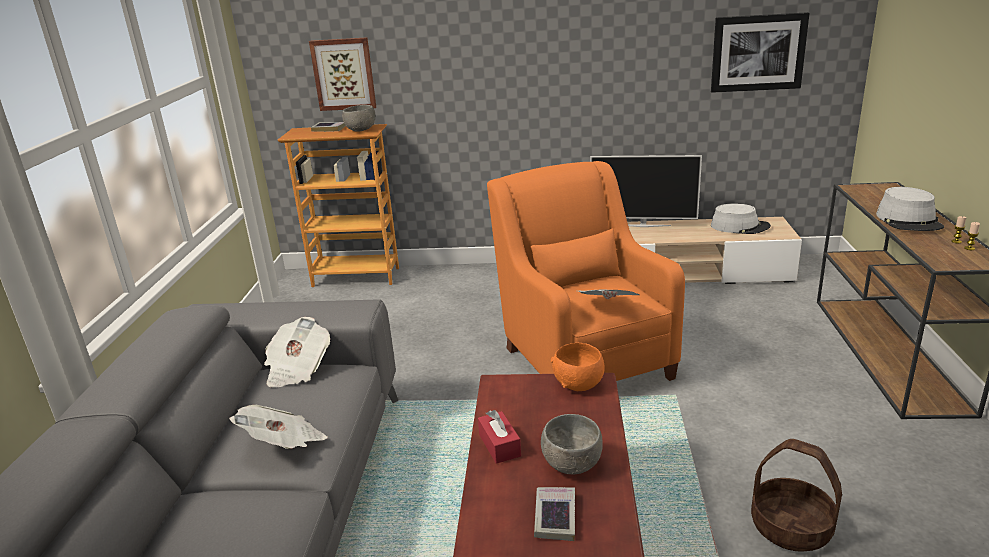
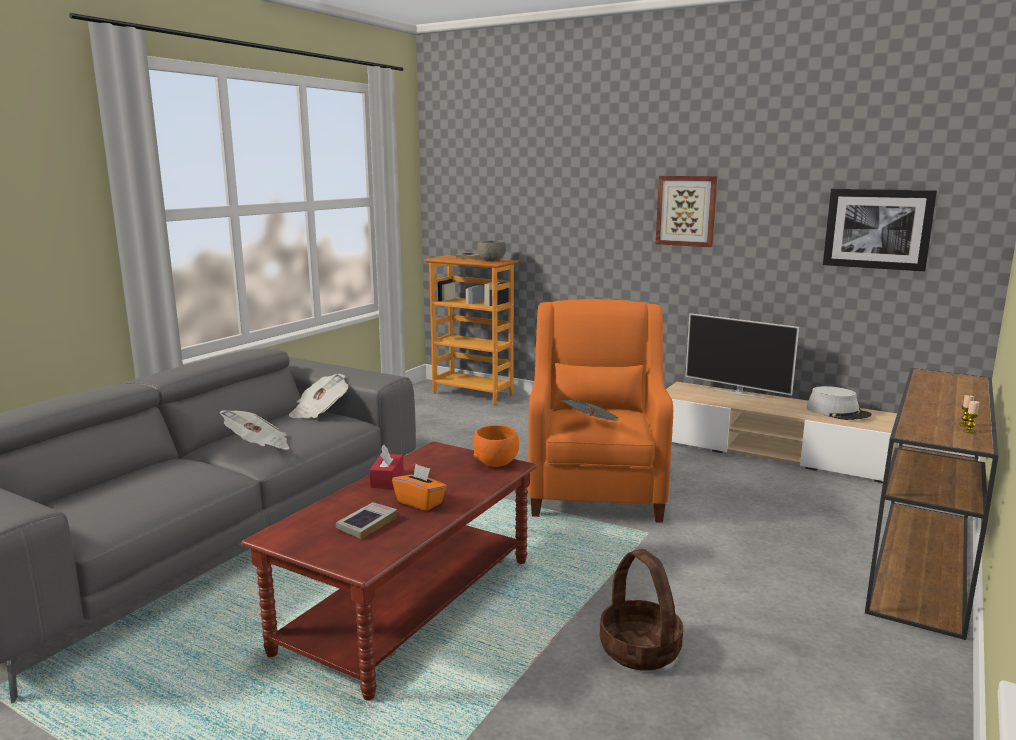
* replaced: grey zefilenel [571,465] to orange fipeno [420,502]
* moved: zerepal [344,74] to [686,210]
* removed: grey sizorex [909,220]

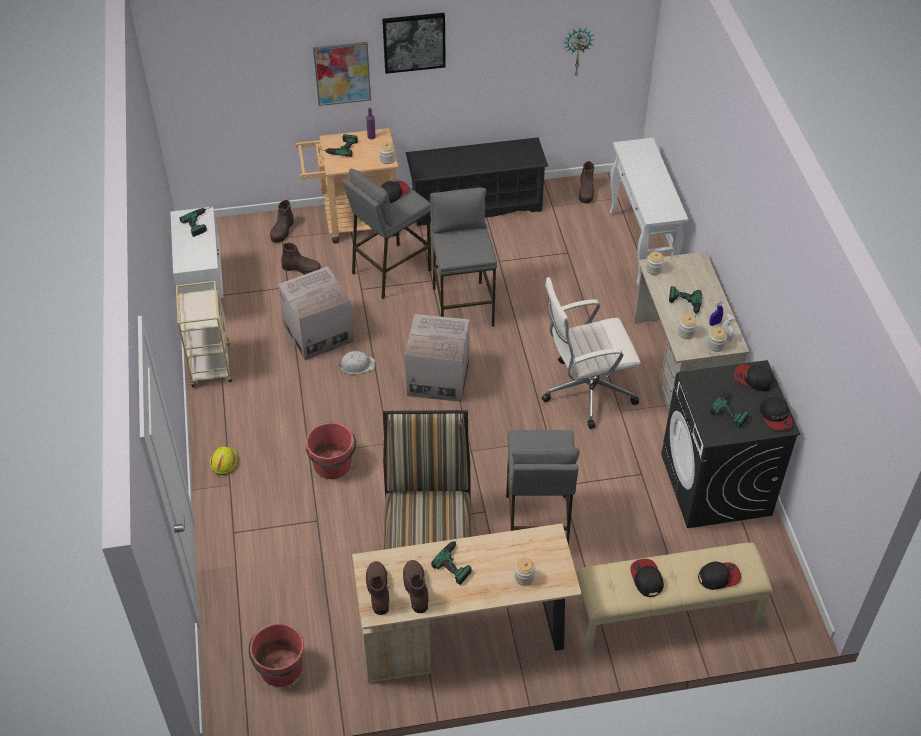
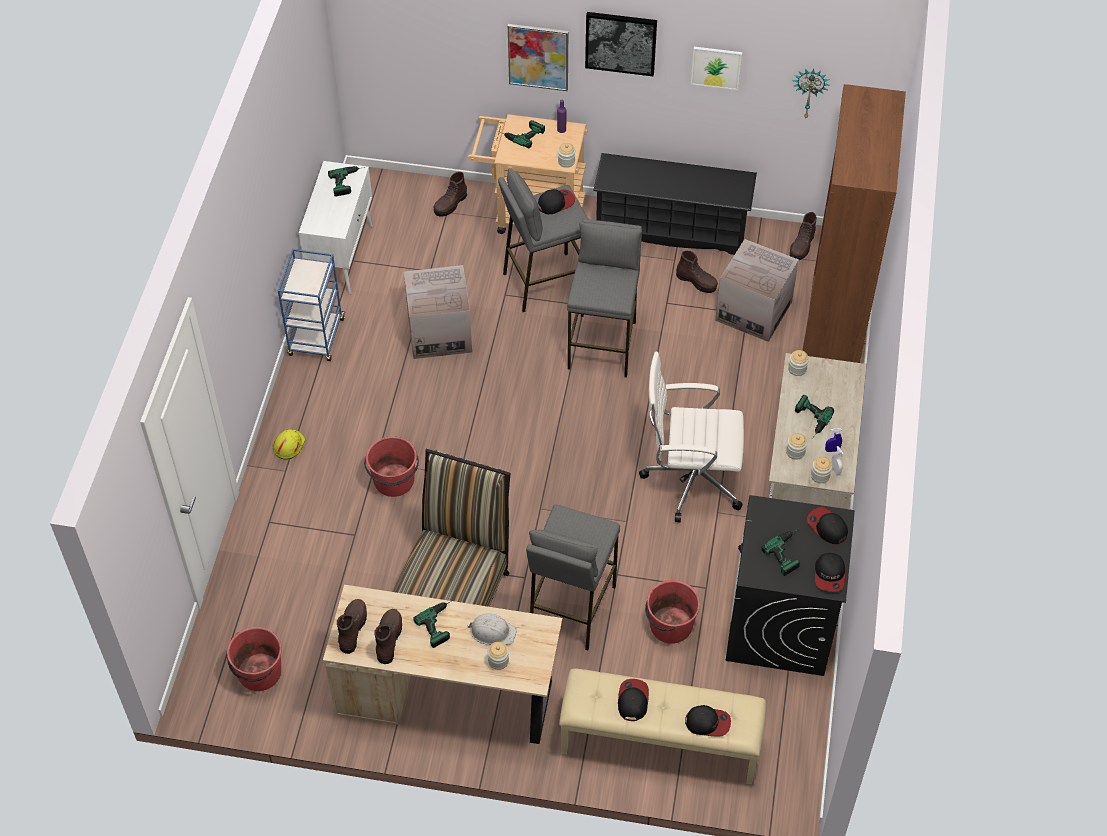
* recoloured: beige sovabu [211,366] to blue sovabu [316,338]
* moved: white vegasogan [357,365] to [492,631]
* added: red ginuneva [670,625]
* moved: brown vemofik [302,269] to [696,282]
* added: zerepal [716,67]
* moved: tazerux [438,378] to [753,311]
* replaced: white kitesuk [641,247] to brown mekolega [832,329]

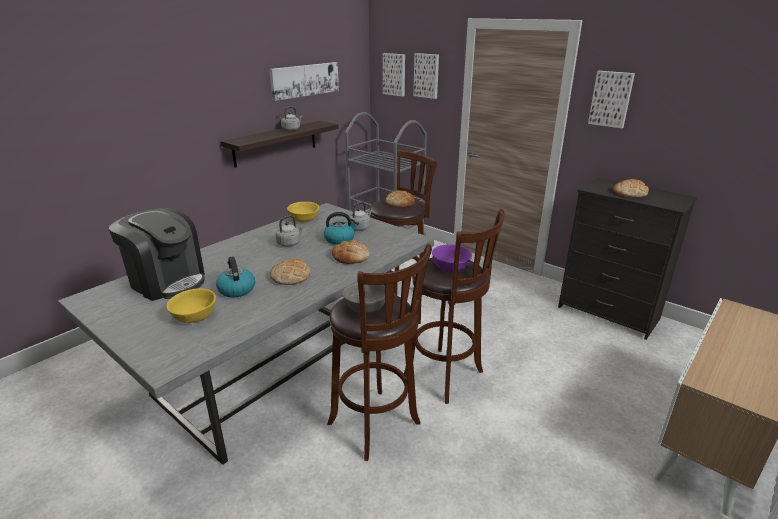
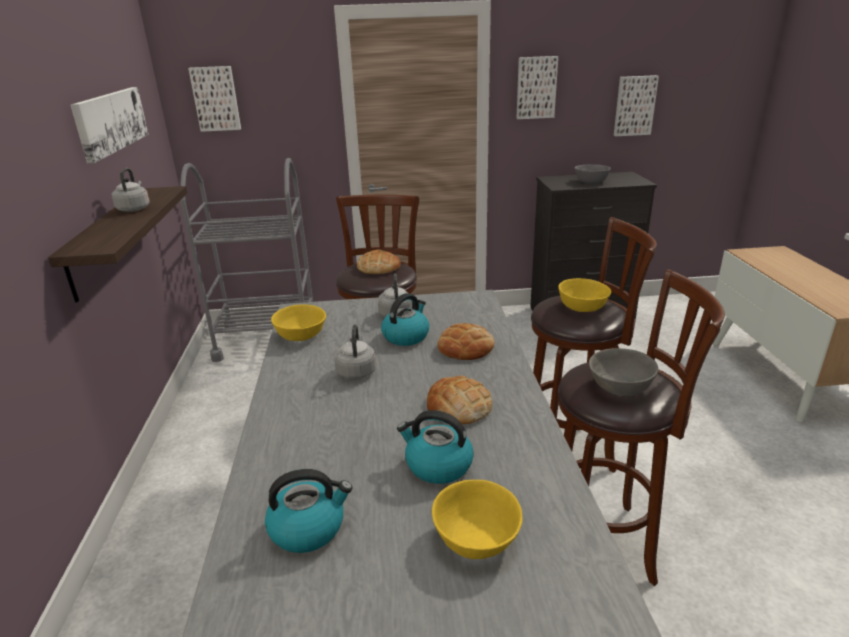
* replaced: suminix [167,281] to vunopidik [308,528]
* recoloured: purple zefilenel [451,267] to yellow zefilenel [582,307]
* replaced: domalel [629,193] to grey zefilenel [590,181]
* moved: zerepal [427,75] to [634,105]

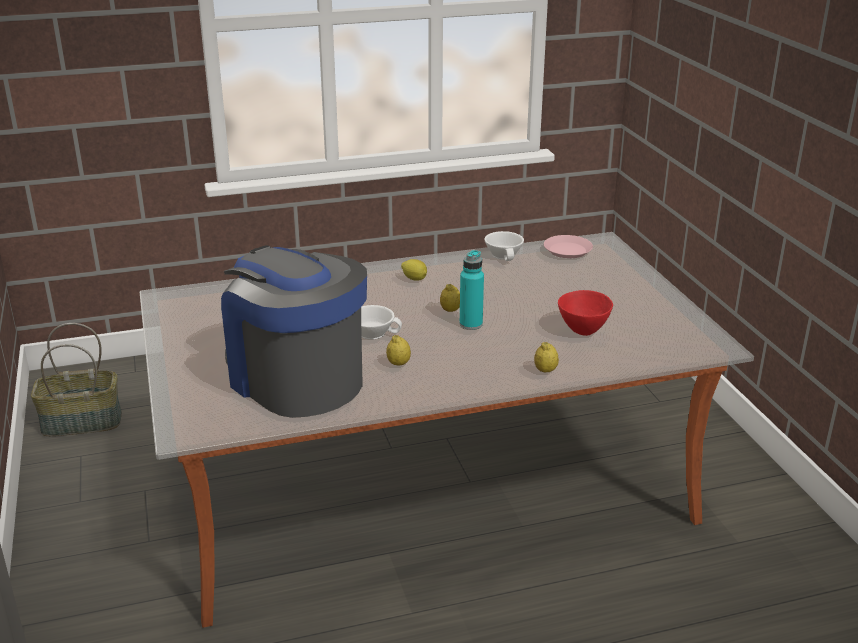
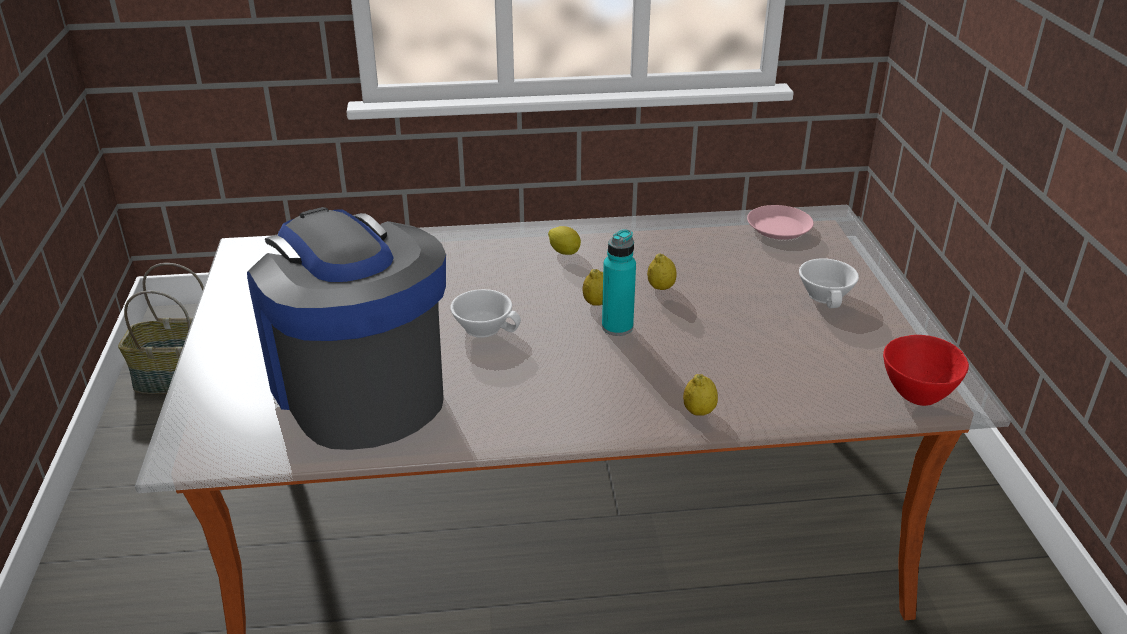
* moved: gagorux [398,363] to [661,288]
* moved: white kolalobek [505,255] to [827,295]
* moved: red zefilenel [582,330] to [916,394]

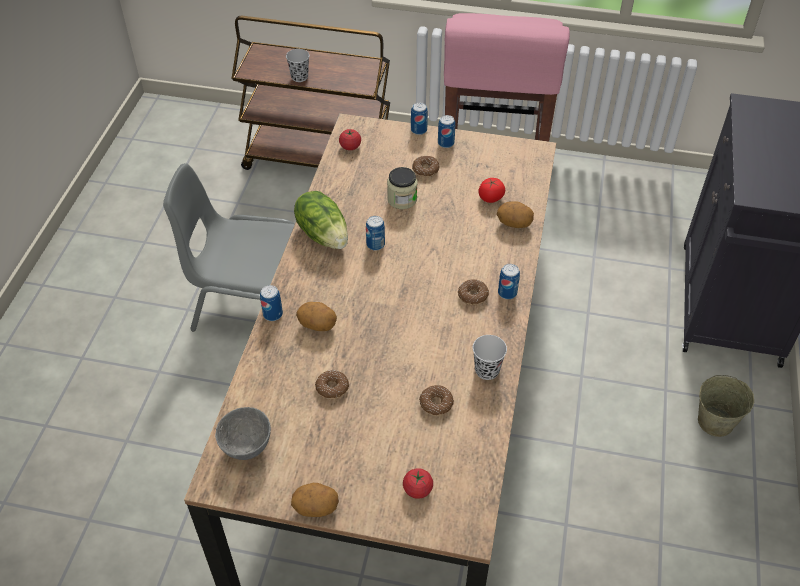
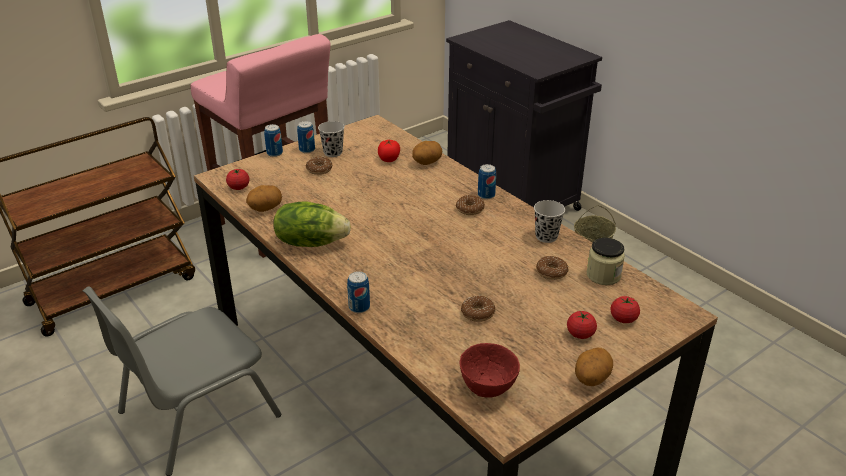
* moved: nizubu [317,325] to [265,209]
* moved: black kolalobek [299,77] to [333,152]
* recoloured: grey zefilenel [248,448] to red zefilenel [488,389]
* added: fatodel [580,334]
* moved: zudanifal [402,199] to [603,275]
* removed: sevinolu [375,244]

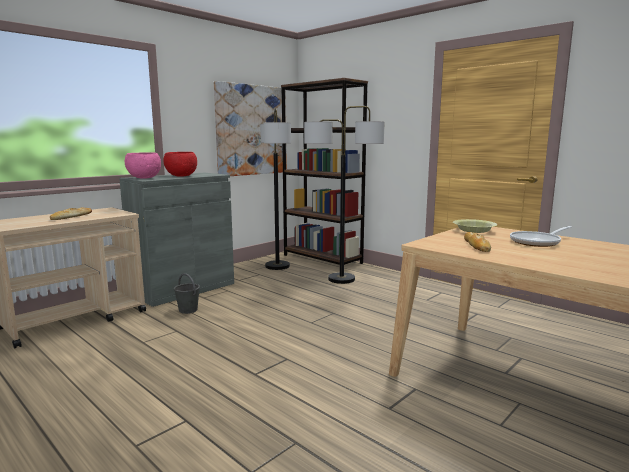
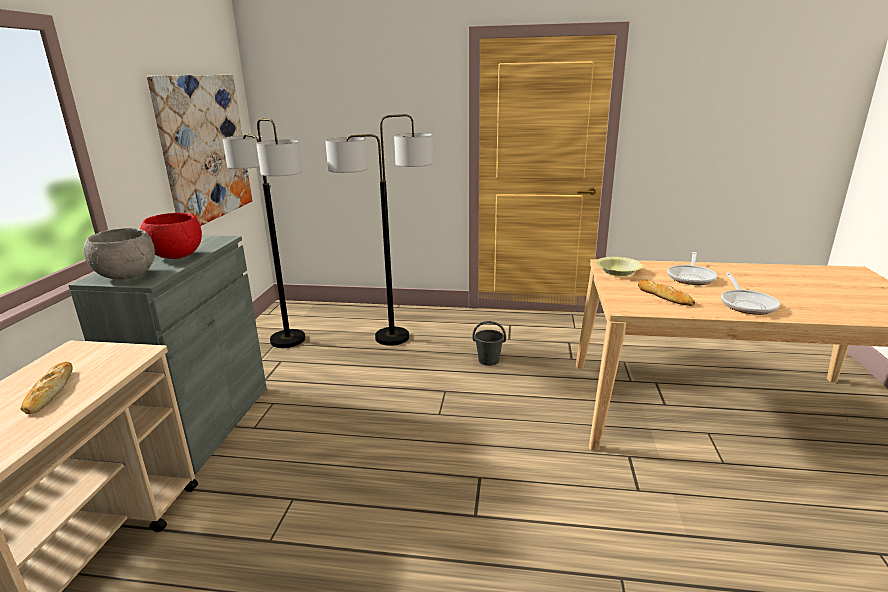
* recoloured: pink zefilenel [143,178] to grey zefilenel [126,277]
* moved: grey ginuneva [188,310] to [489,360]
* added: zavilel [746,304]
* removed: brown mekolega [322,259]

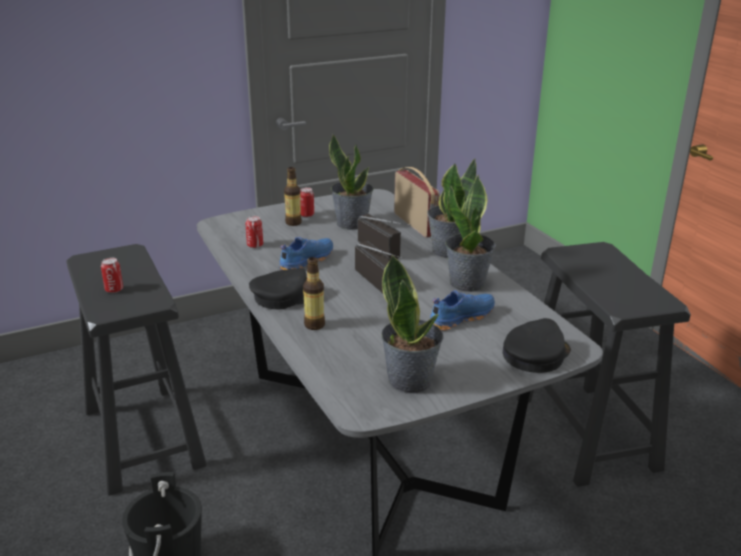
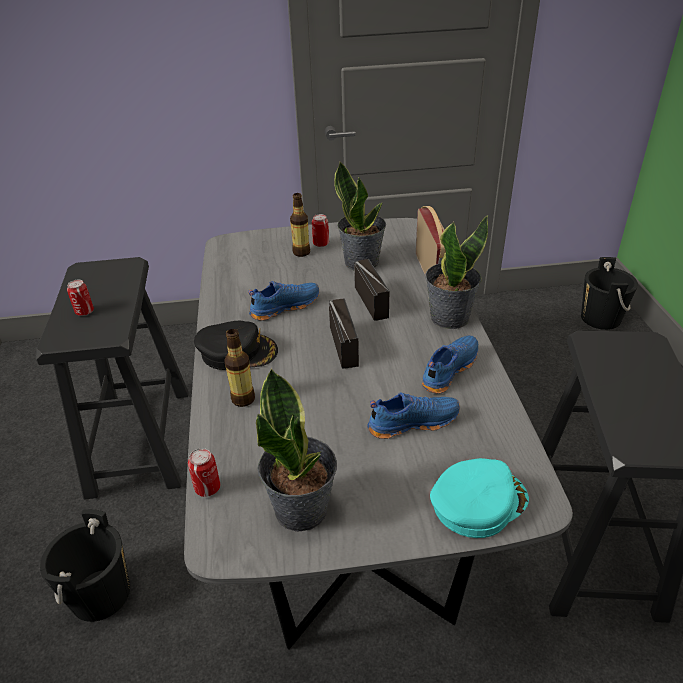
* moved: sevinolu [255,245] to [207,488]
* replaced: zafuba [467,283] to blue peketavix [448,370]
* recoloured: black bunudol [535,353] to turquoise bunudol [477,501]
* added: black ginuneva [600,318]

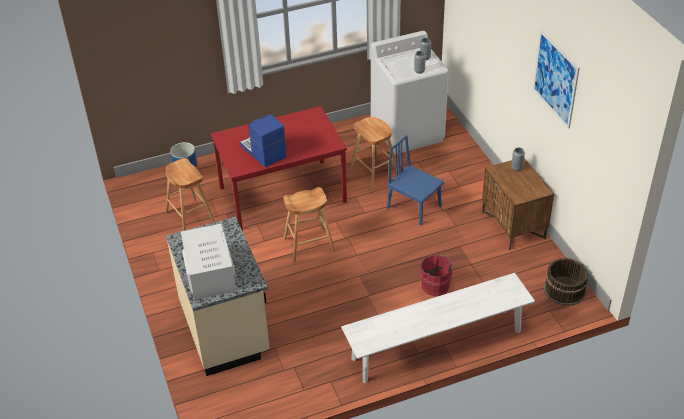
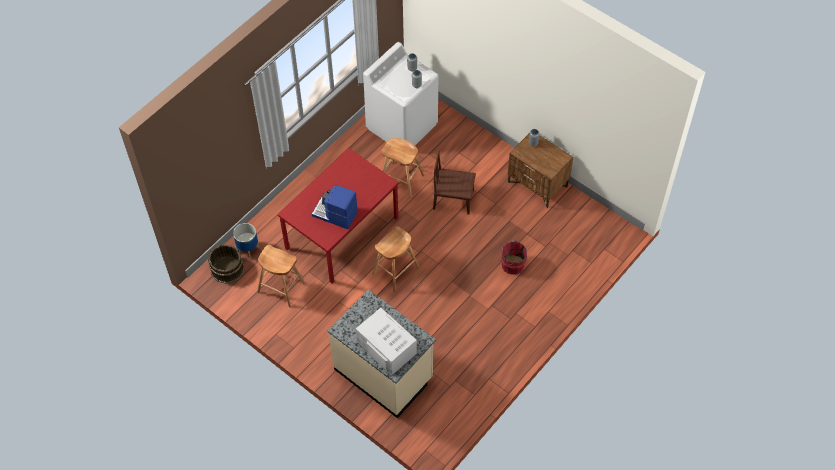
* moved: brown ginuneva [564,290] to [227,269]
* recoloured: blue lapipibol [414,207] to brown lapipibol [453,199]
* removed: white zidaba [437,345]
* removed: zerepal [555,78]

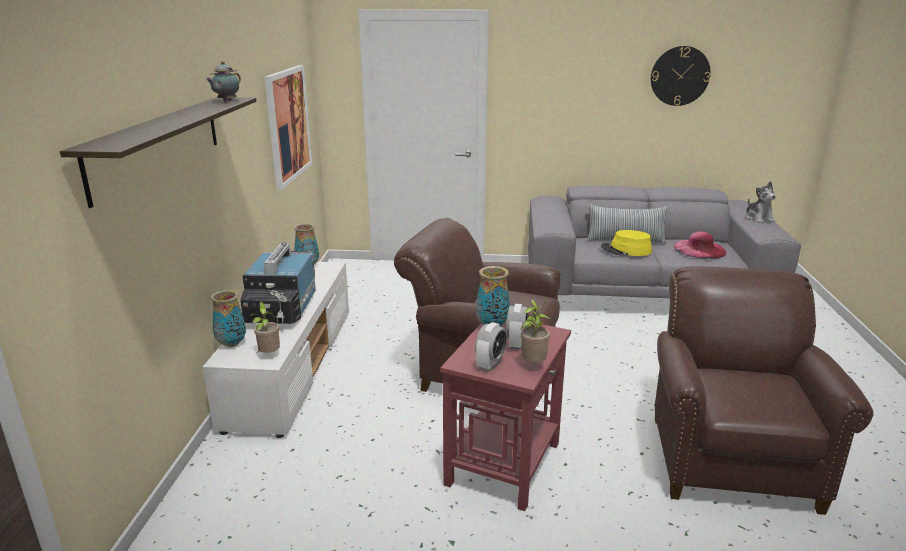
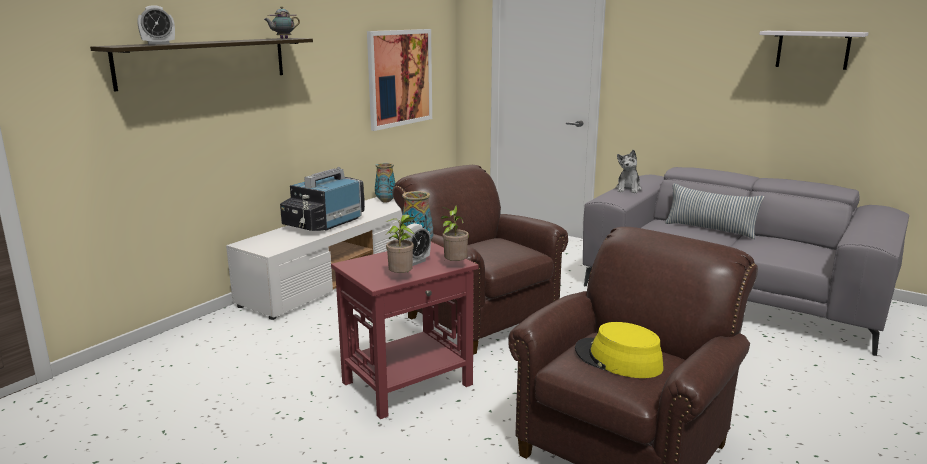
* moved: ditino [490,364] to [158,44]
* moved: zafuba [268,355] to [454,265]
* moved: yellow sizorex [626,250] to [617,359]
* moved: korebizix [758,218] to [628,189]
* replaced: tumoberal [680,76] to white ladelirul [812,49]
* removed: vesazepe [231,344]
* removed: pink sizorex [699,249]

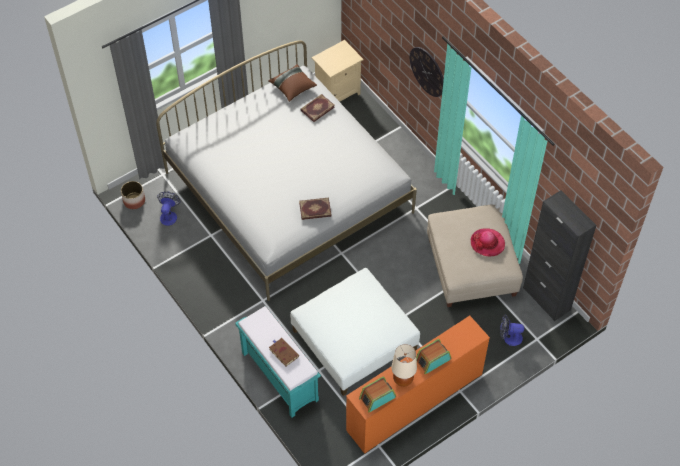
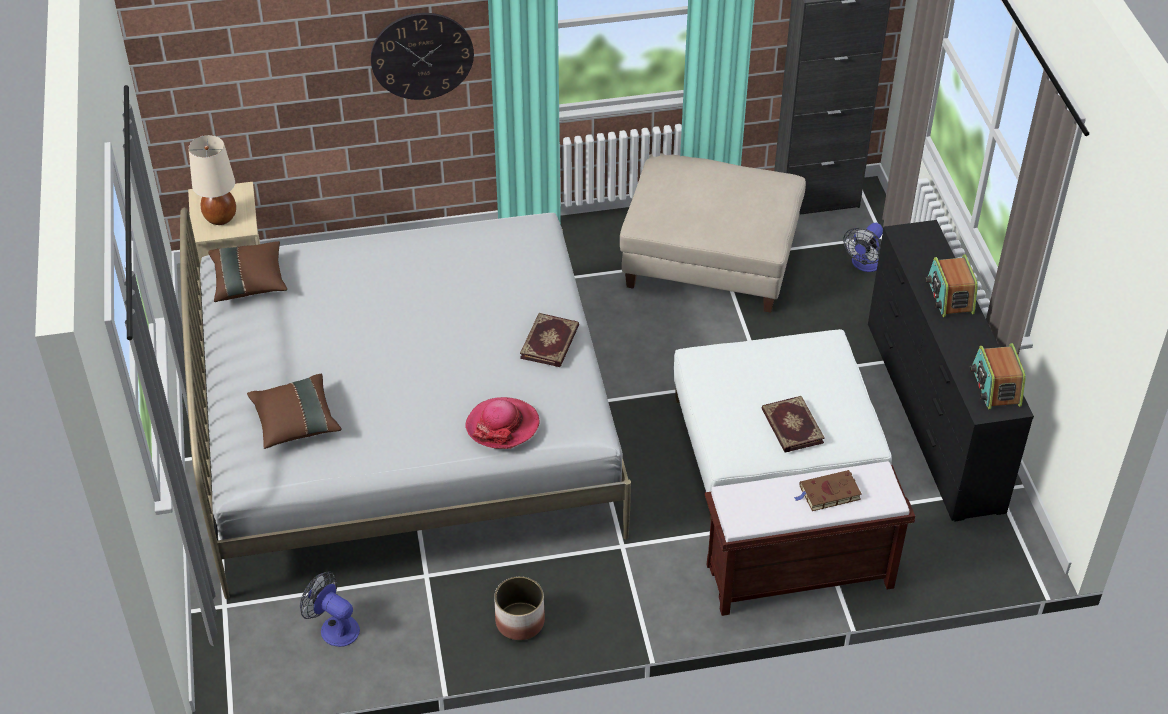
* moved: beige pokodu [403,380] to [220,217]
* added: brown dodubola [295,422]
* moved: sizorex [487,243] to [502,425]
* moved: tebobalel [134,201] to [520,621]
* recoloured: turquoise zidaba [279,376] to brown zidaba [798,577]
* moved: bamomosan [317,108] to [791,426]
* recoloured: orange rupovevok [414,402] to black rupovevok [932,415]

